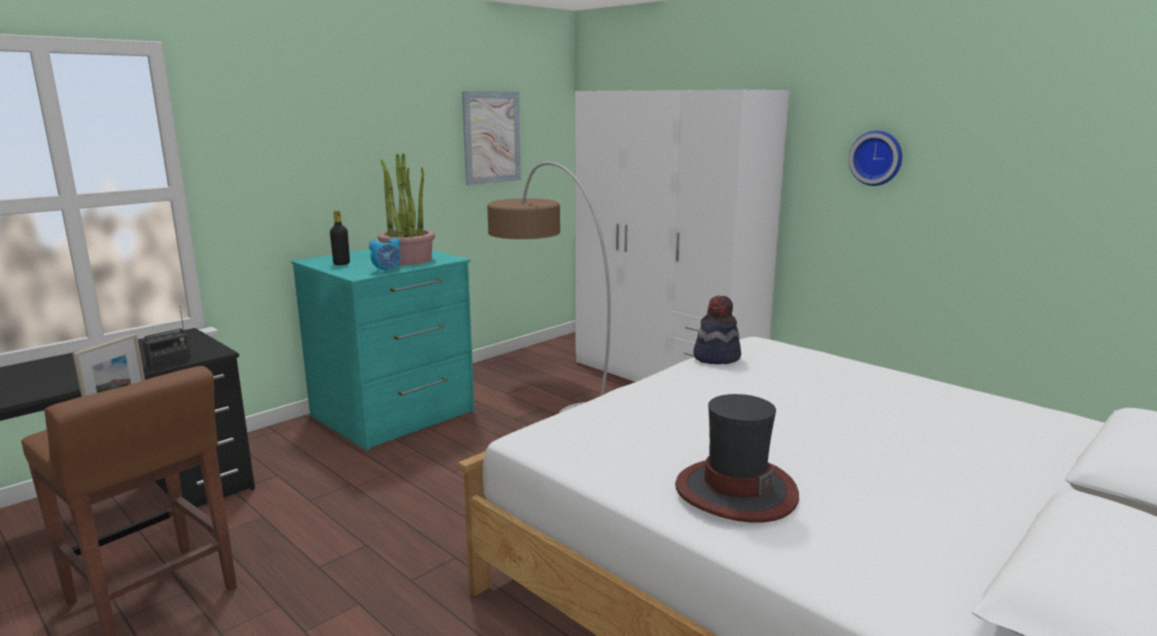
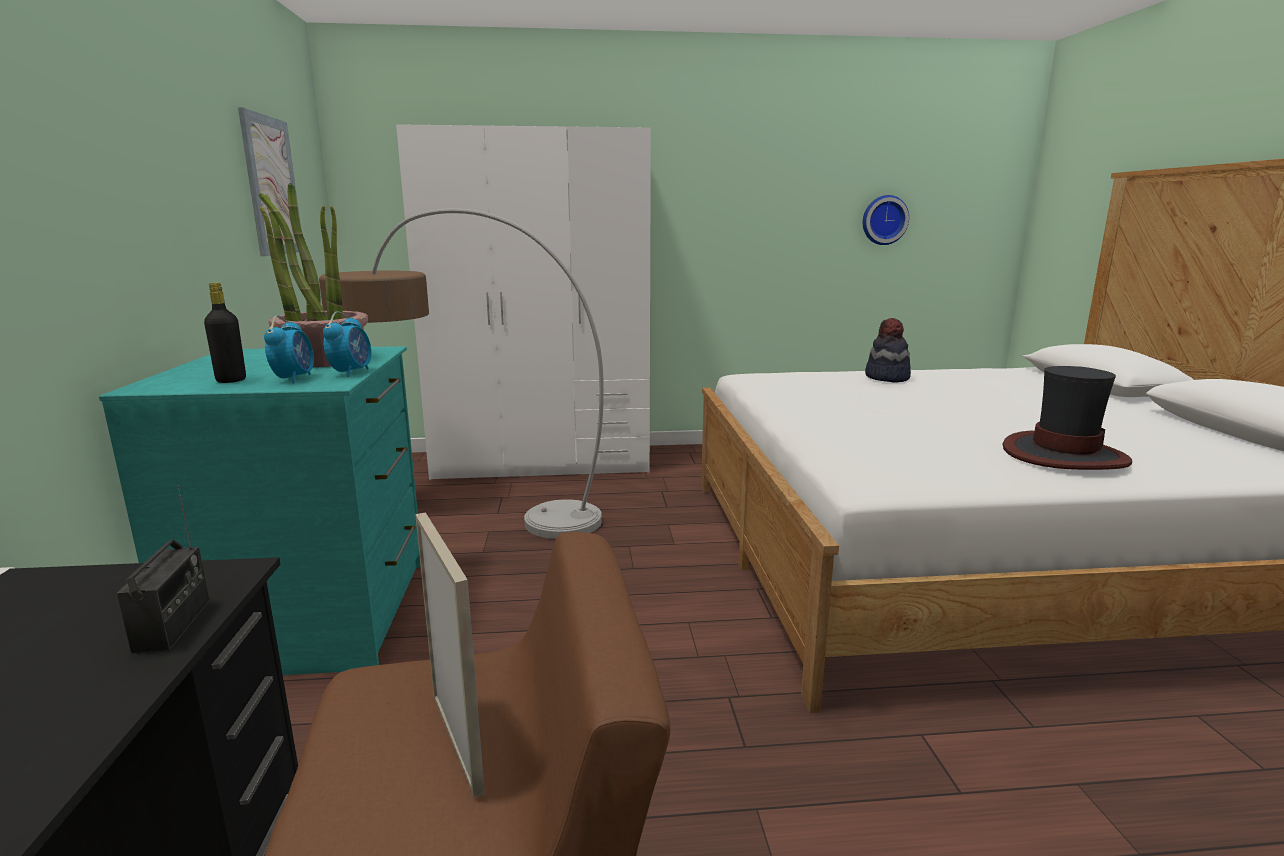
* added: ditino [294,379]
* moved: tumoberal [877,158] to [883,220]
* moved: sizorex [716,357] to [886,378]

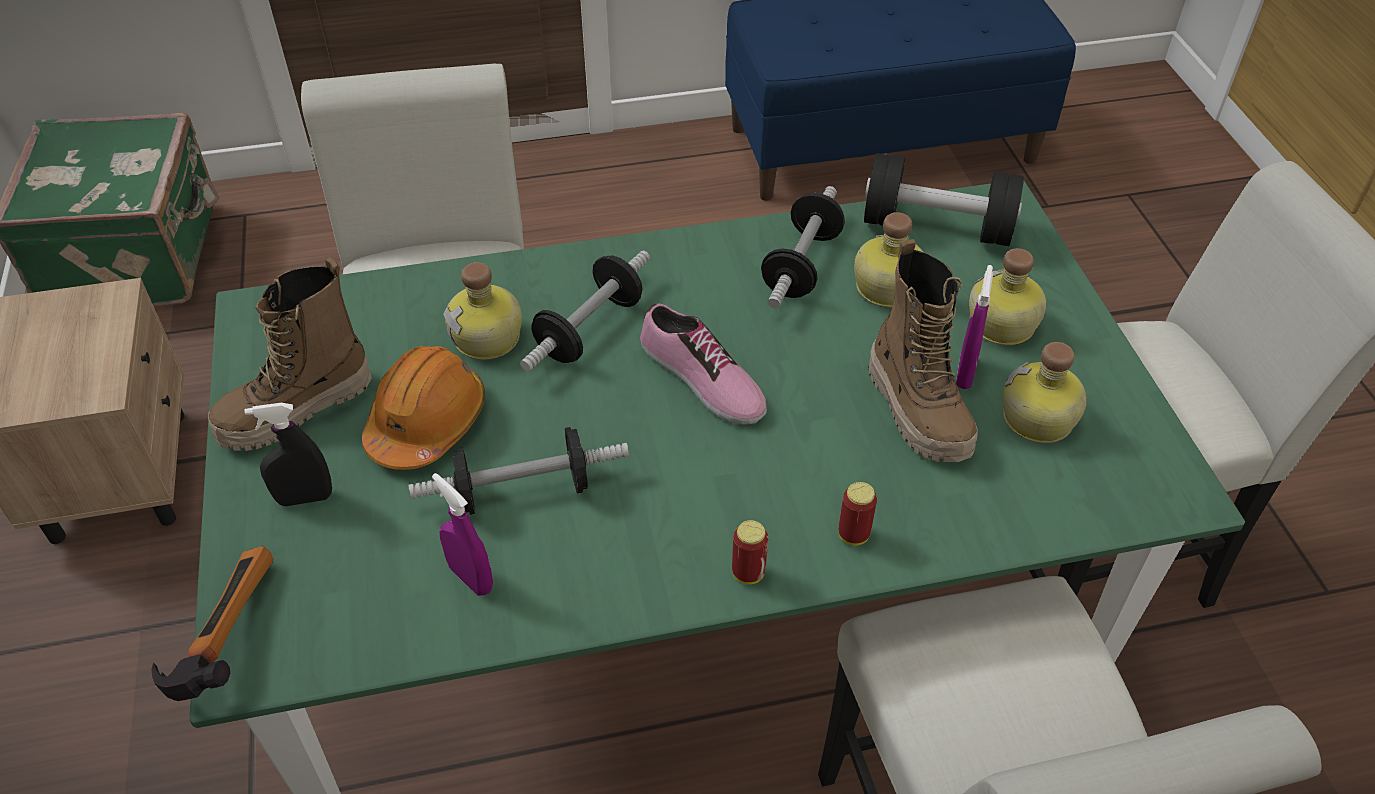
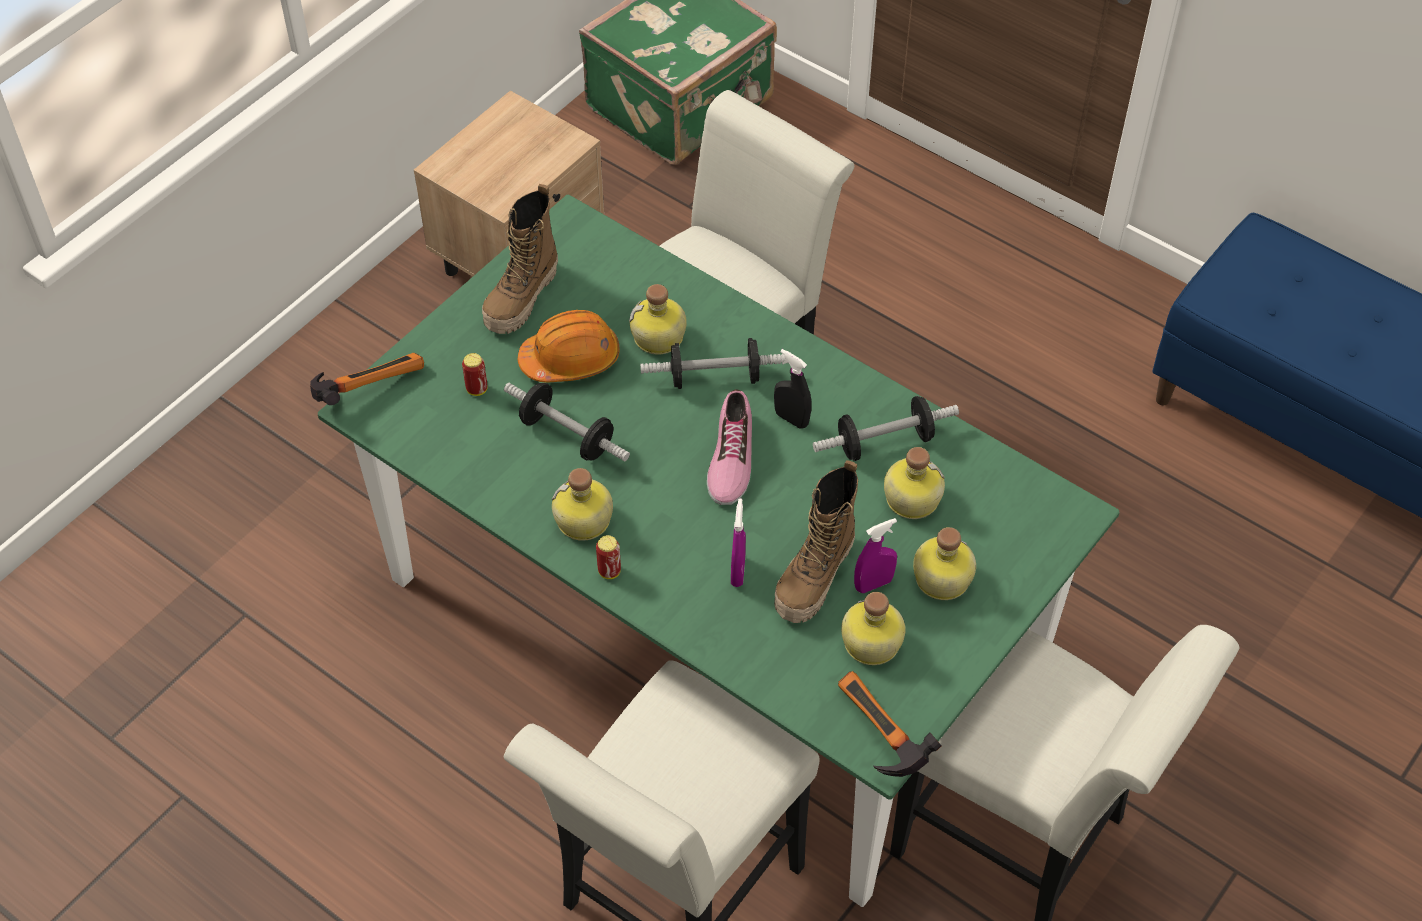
* moved: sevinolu [853,535] to [477,389]
* turned: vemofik [297,411] = [522,299] 75 degrees counterclockwise
* added: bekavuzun [583,521]
* moved: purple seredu [471,578] to [737,572]
* moved: black seredu [305,498] to [791,419]
* added: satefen [874,737]
* removed: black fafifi [937,227]

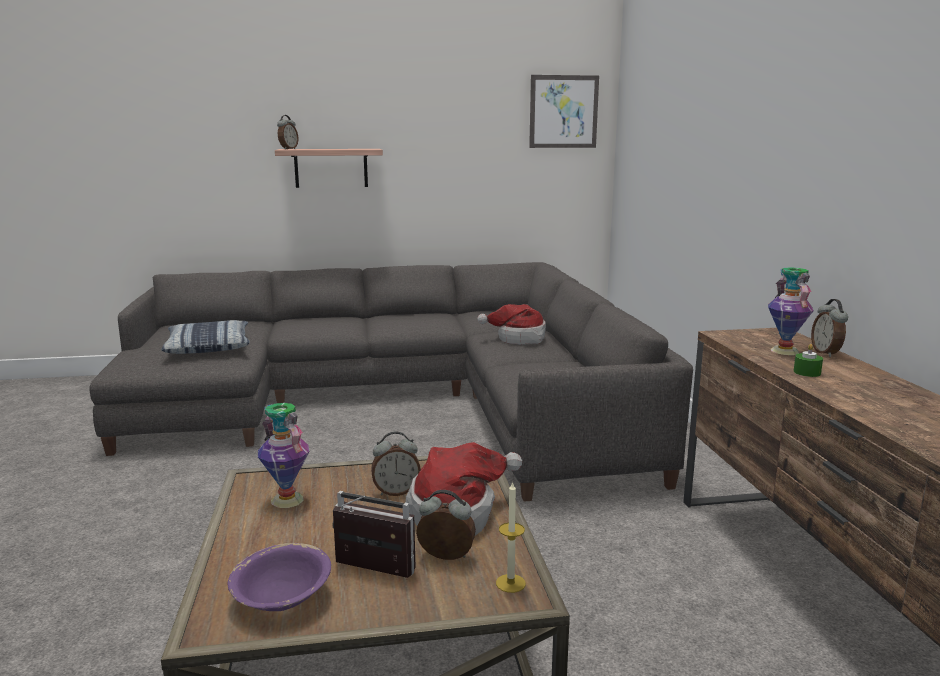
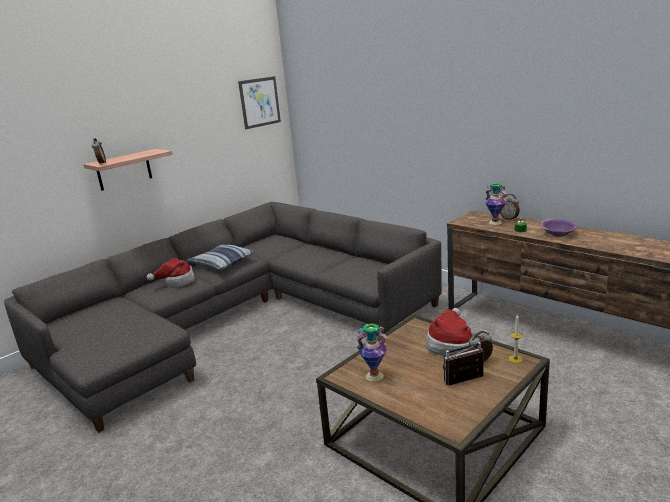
* moved: sizorex [518,338] to [177,282]
* moved: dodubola [208,347] to [221,263]
* moved: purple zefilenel [282,598] to [557,234]
* removed: ditino [396,492]

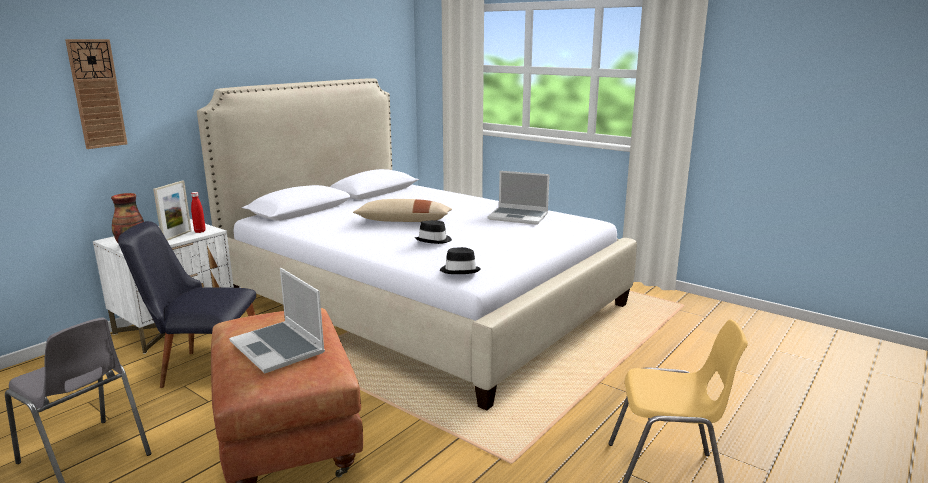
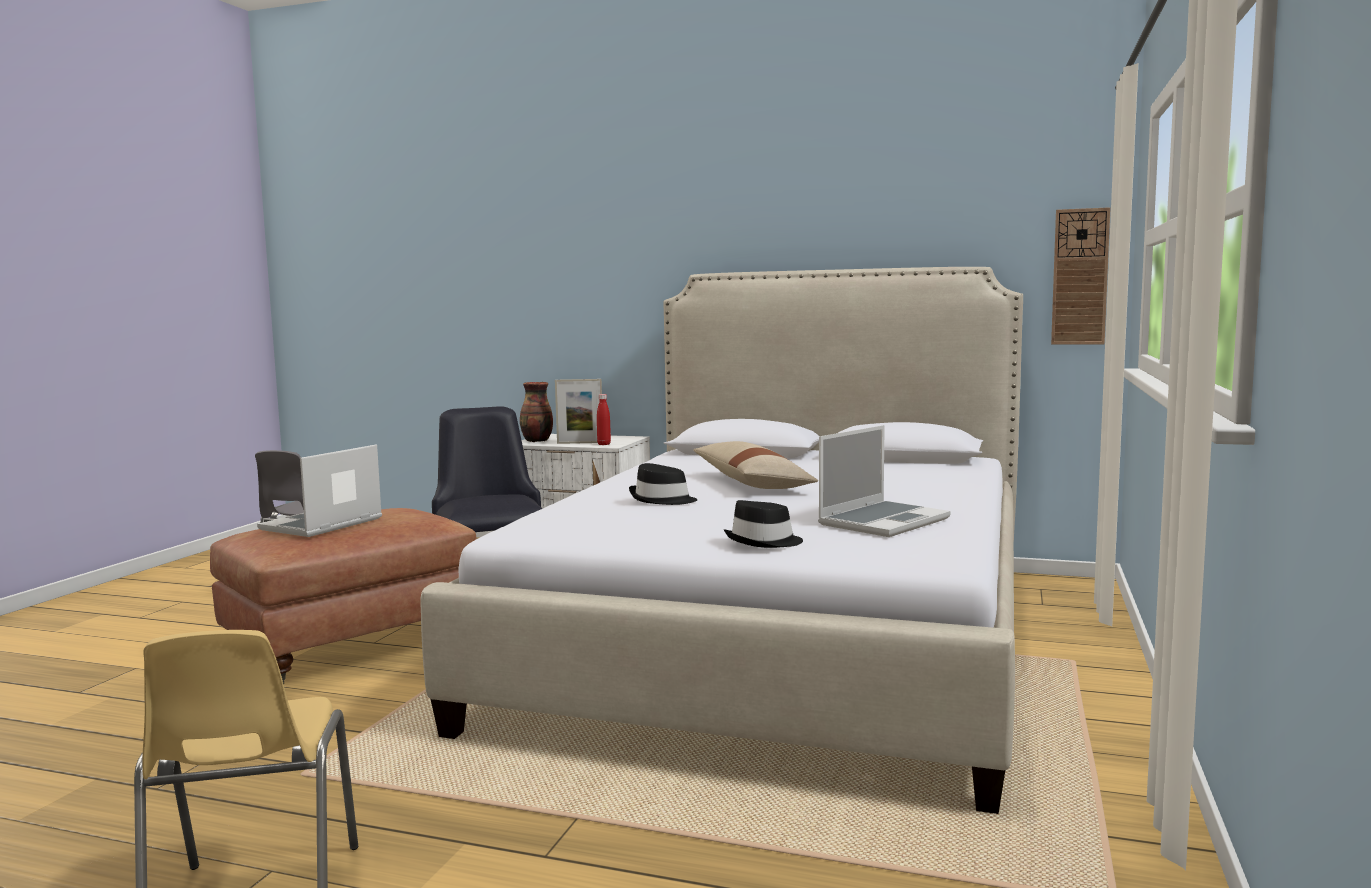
* moved: black sizorex [460,270] to [764,542]
* turned: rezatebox [519,217] = [883,521] 135 degrees counterclockwise
* moved: tumoberal [97,94] to [1080,277]

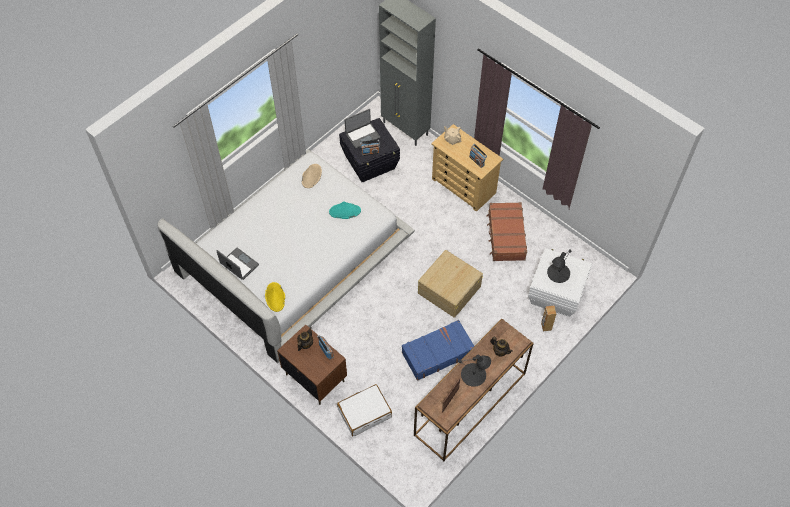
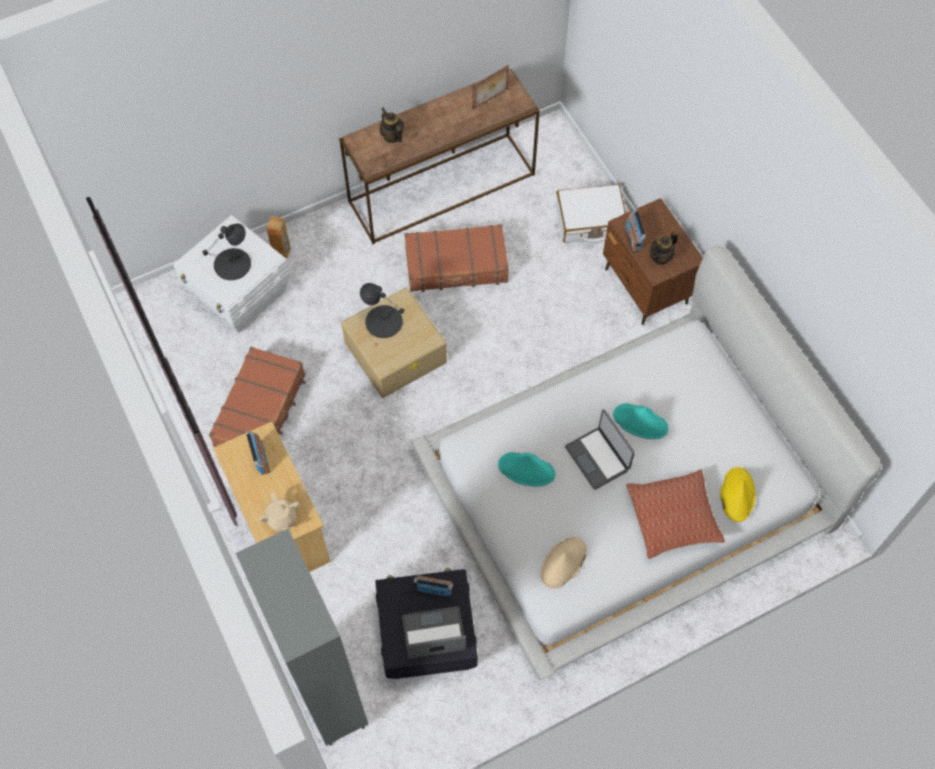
* moved: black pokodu [474,375] to [383,321]
* recoloured: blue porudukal [437,353] to brown porudukal [456,265]
* moved: rezatebox [239,264] to [598,458]
* added: turquoise sizorex [640,422]
* added: dodubola [673,518]
* moved: yellow sizorex [275,297] to [737,494]

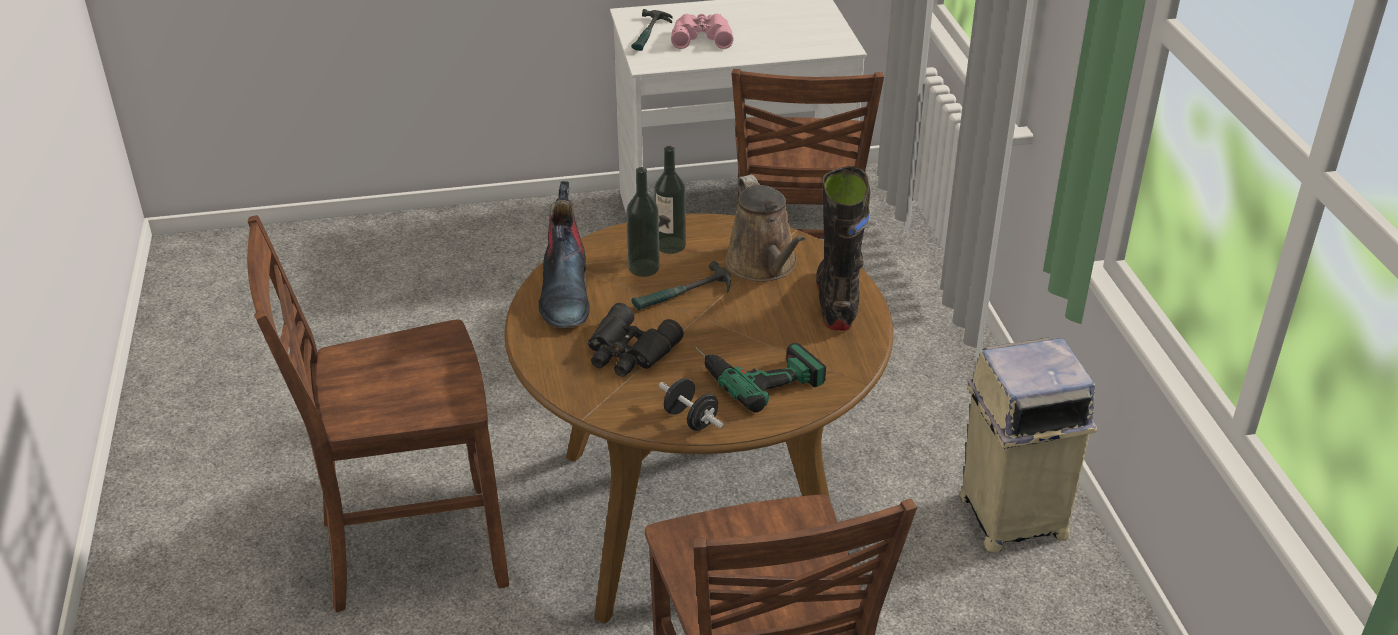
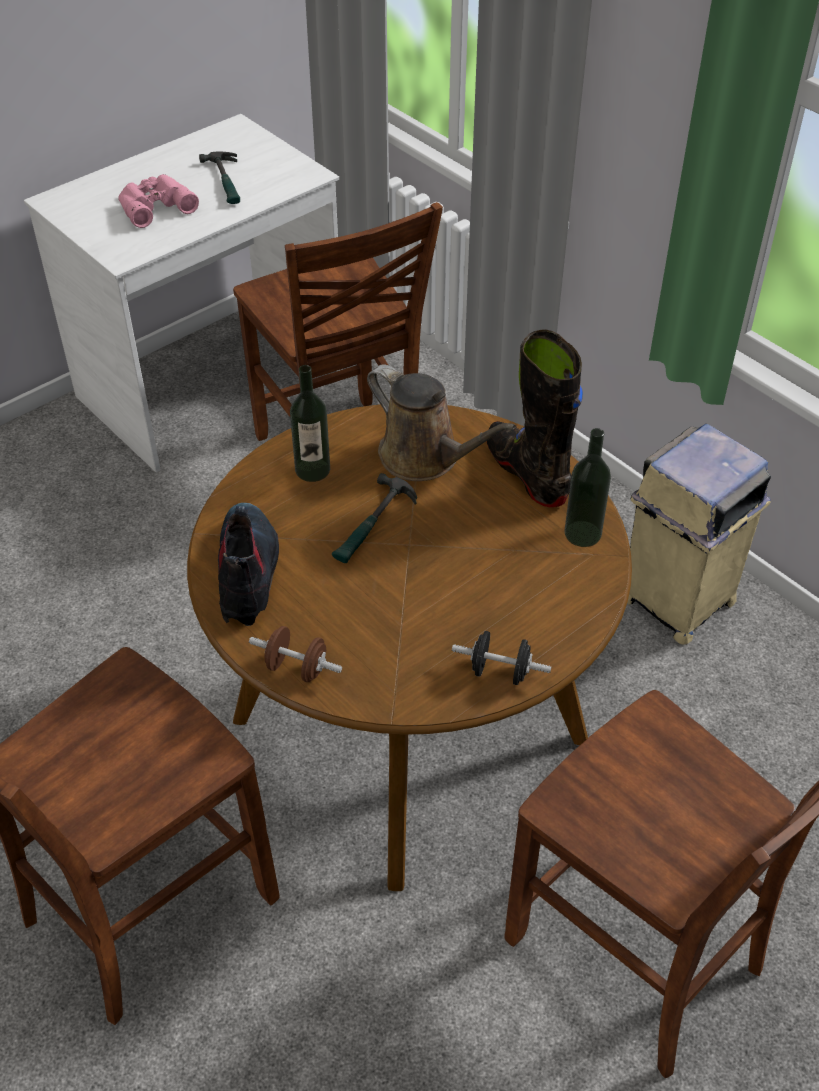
* moved: satefen [649,35] to [227,182]
* turned: vemofik [565,292] = [248,573] 150 degrees counterclockwise
* added: brown fafifi [297,668]
* moved: bekavuzun [644,267] to [582,533]
* removed: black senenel [629,352]
* removed: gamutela [755,371]

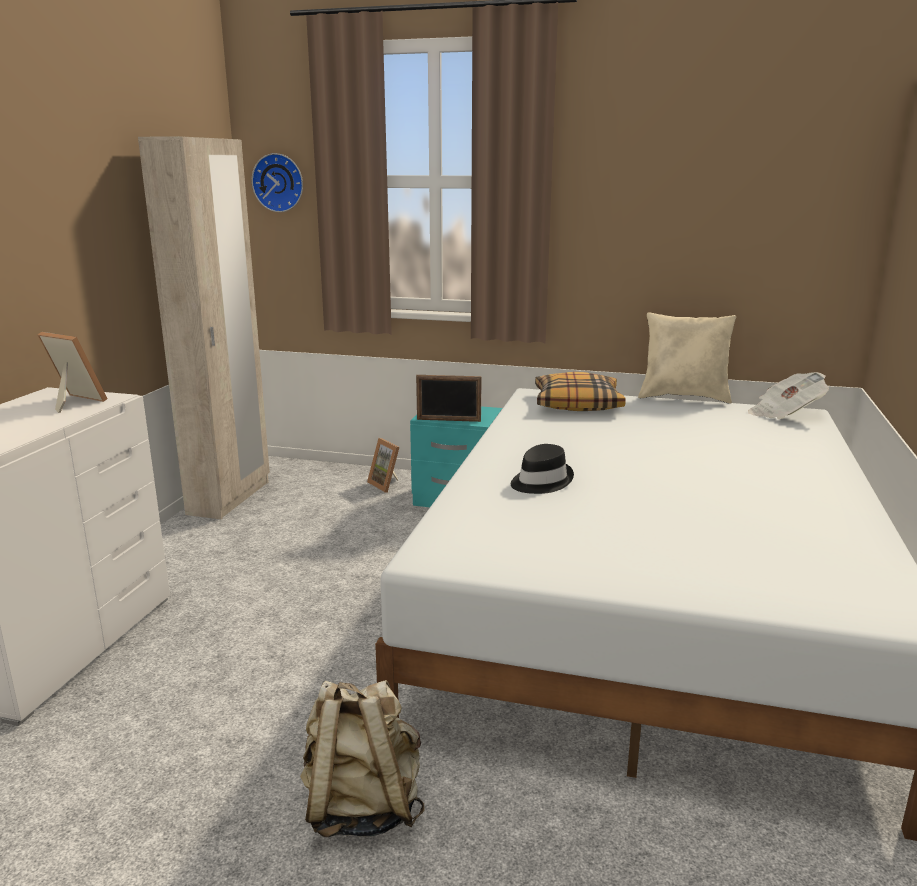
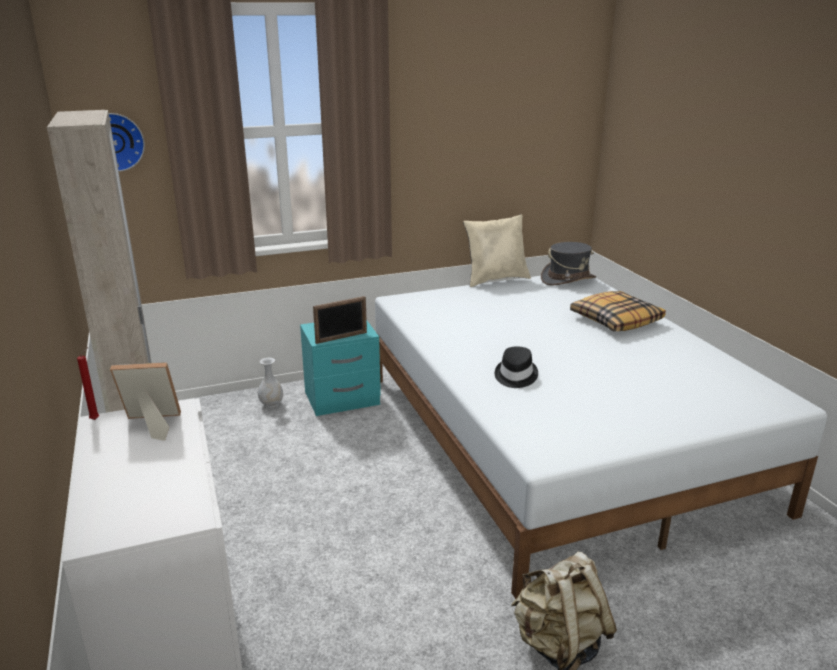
* added: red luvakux [96,419]
* replaced: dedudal [387,484] to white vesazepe [272,404]
* replaced: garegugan [784,414] to grey sizorex [568,279]
* moved: dodubola [577,404] to [615,320]

